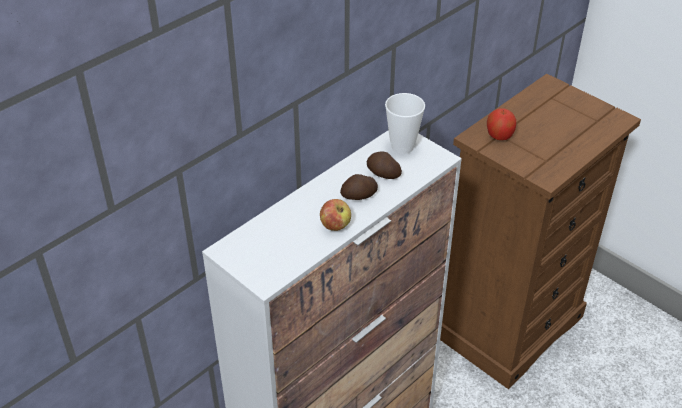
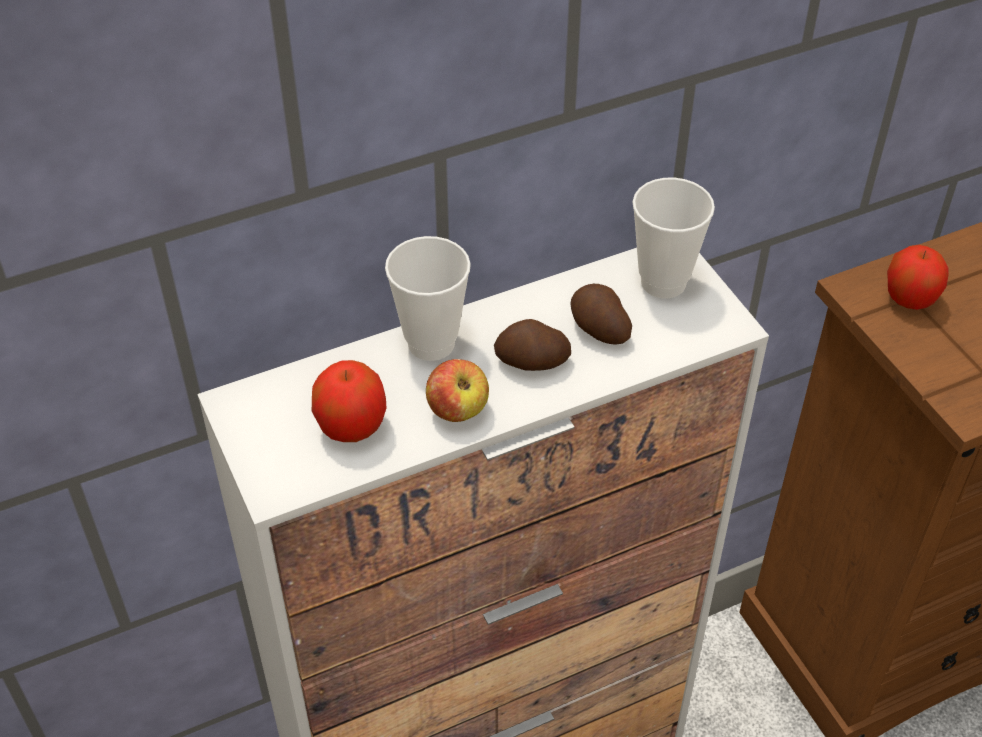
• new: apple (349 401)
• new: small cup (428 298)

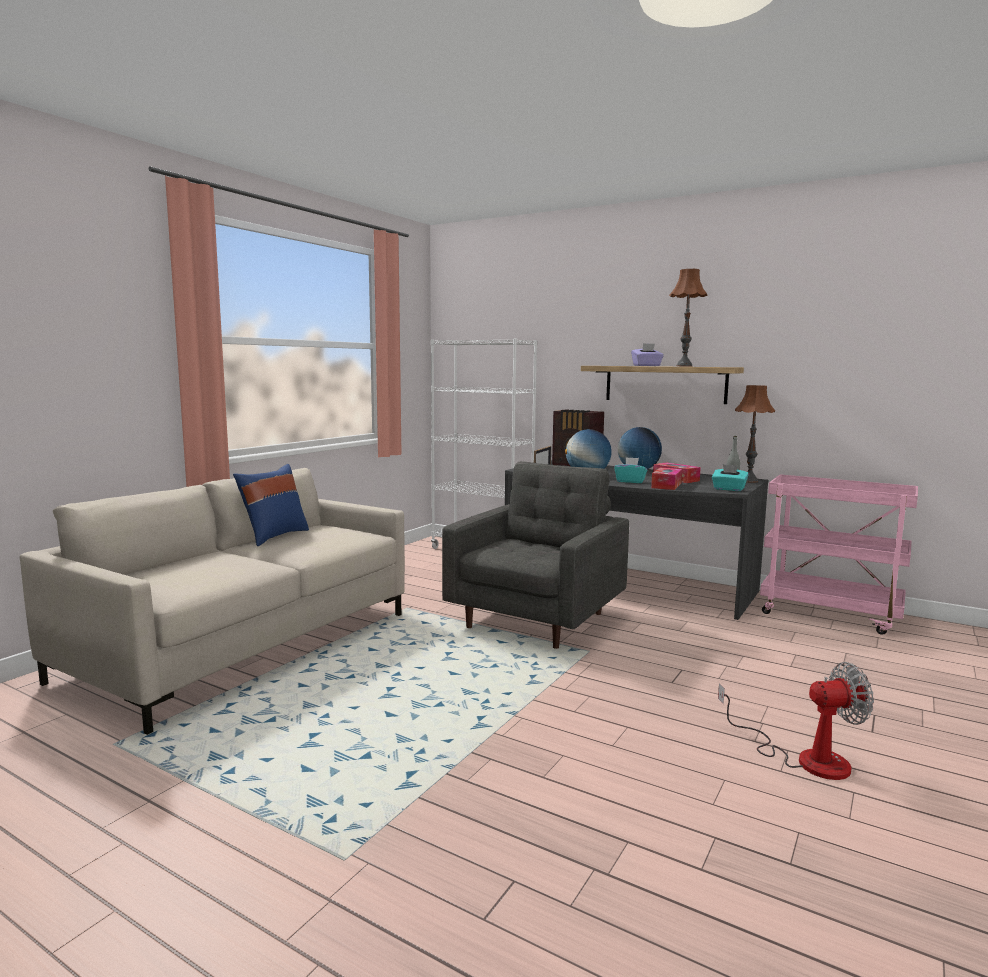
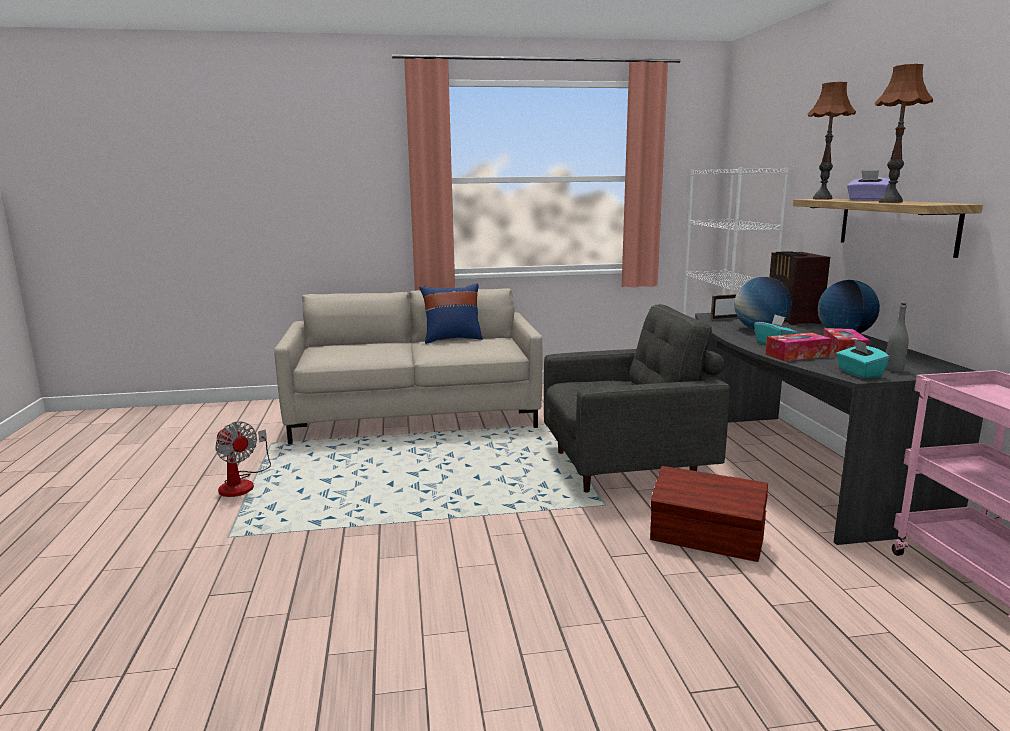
• new: storage container/brown (709 514)
• shifted: fan (796 721) to (243 459)
• shifted: table lamp/brown (755 434) to (832 140)

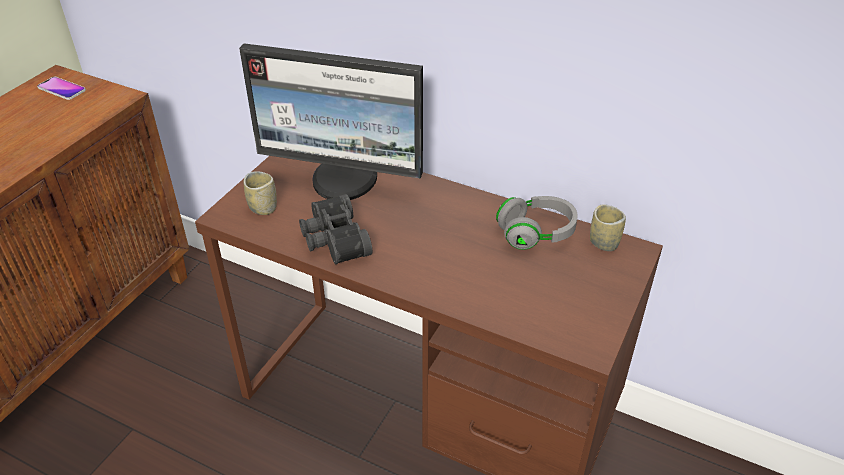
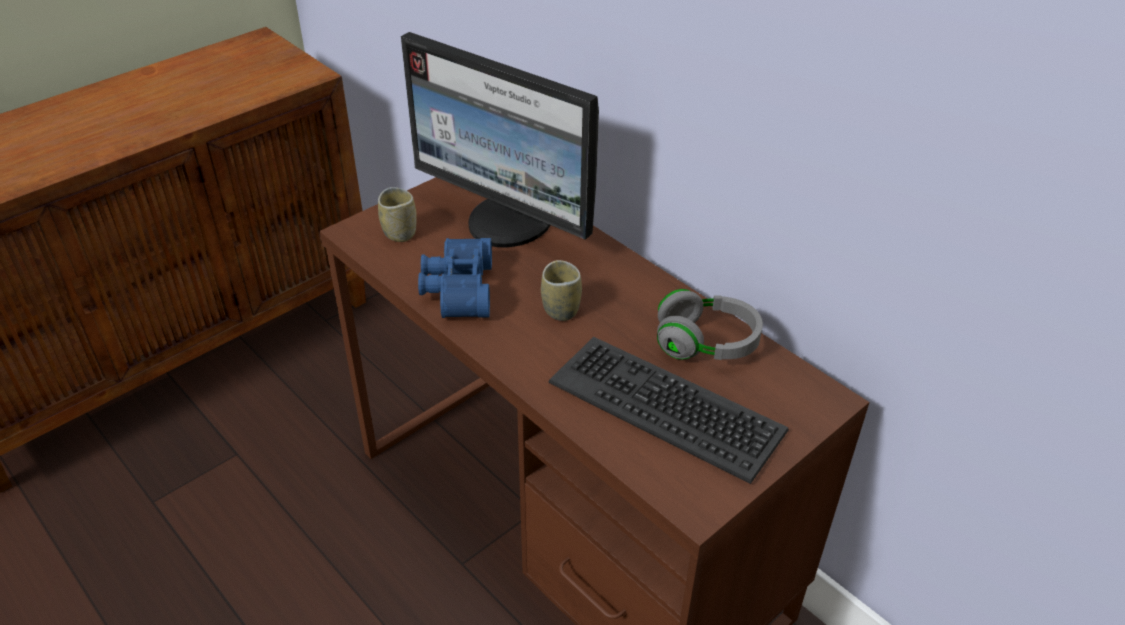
• gone: telephone (61 88)
• new: computer keyboard (668 410)
• shifted: small cup (608 227) to (561 290)
• repainted: binoculars/black-coloured (335 229) to binoculars/blue (455 278)

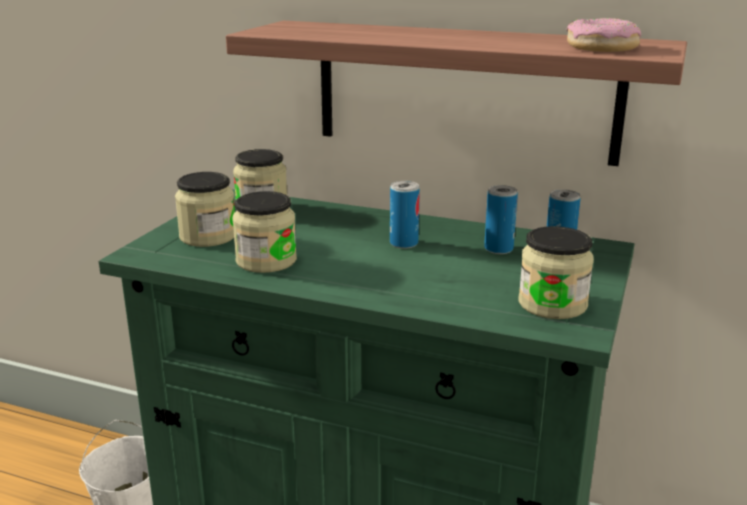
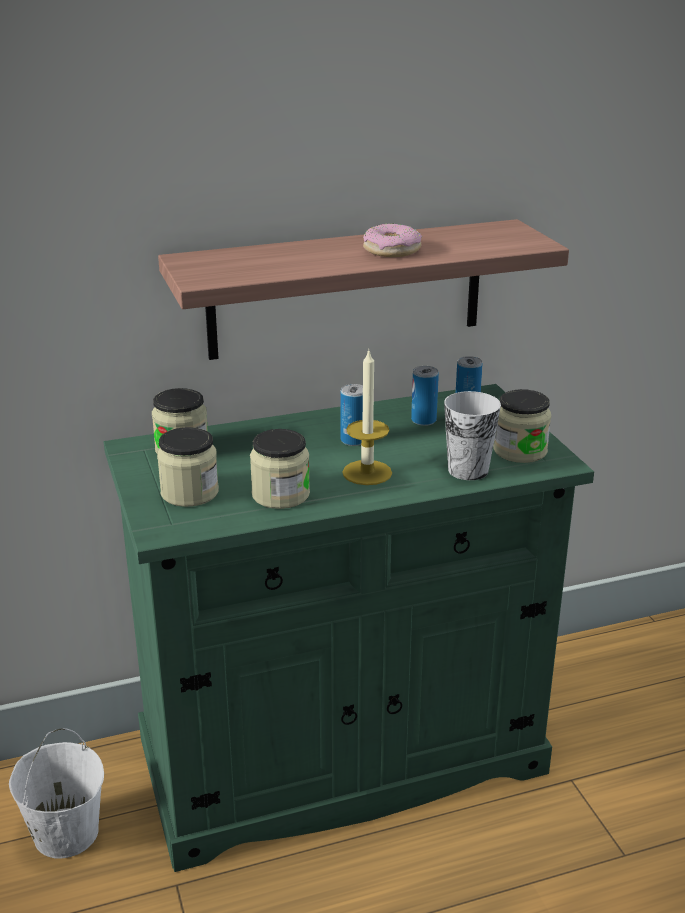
• new: wax light (367 416)
• new: small cup (472 435)
• shifted: ring doughnut (604 35) to (392 240)

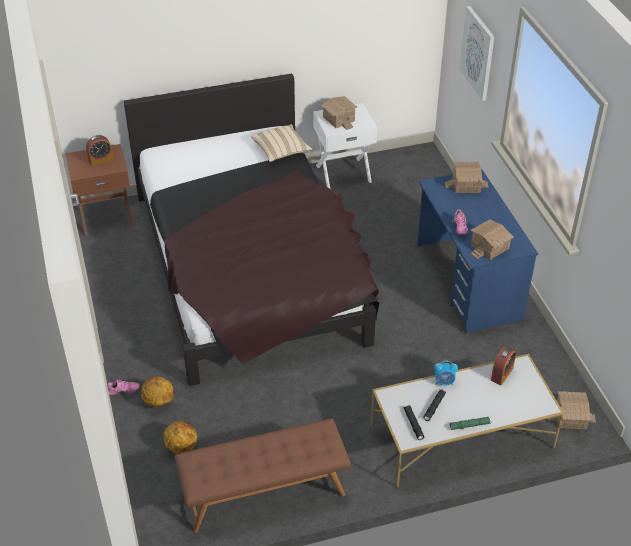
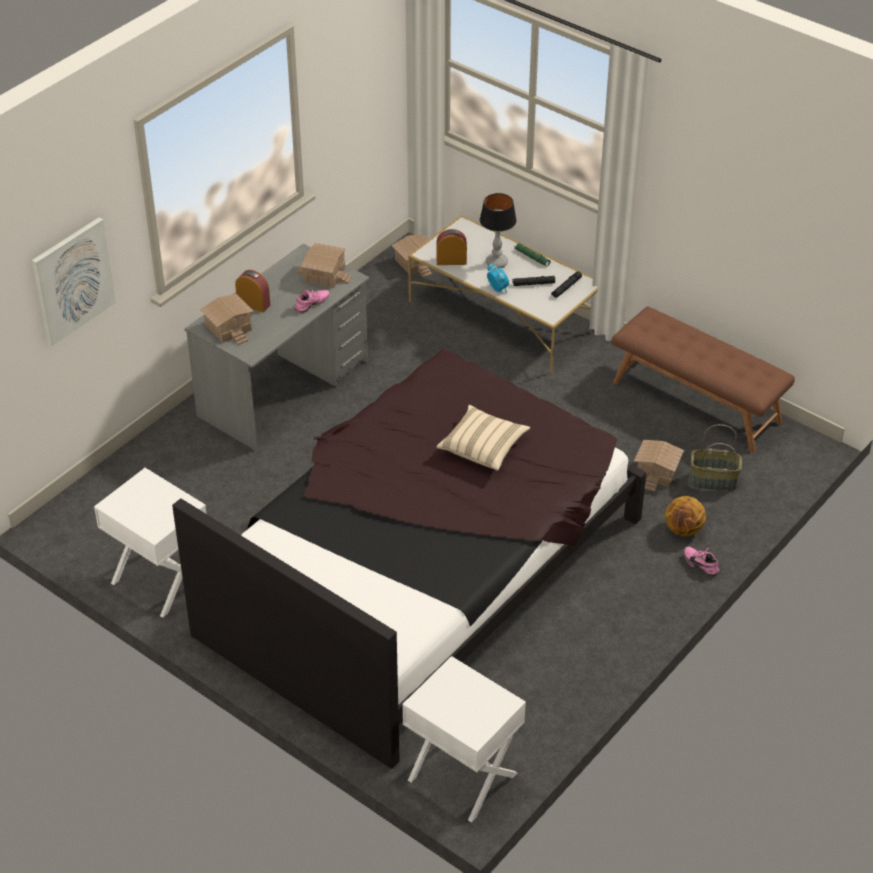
• new: table lamp (498 231)
• shifted: alarm clock (99 150) to (252 291)
• shifted: throw pillow/sand-coloured (281 143) to (483 438)
• shifted: toy house (339 113) to (659 466)
• swapped: basketball ball (180 437) to basket (715 457)
• repainted: bedside table/brown (99 190) to bedside table/whitish (464 739)
• repainted: desk unit/blue (477 251) to desk unit/grey (277 347)

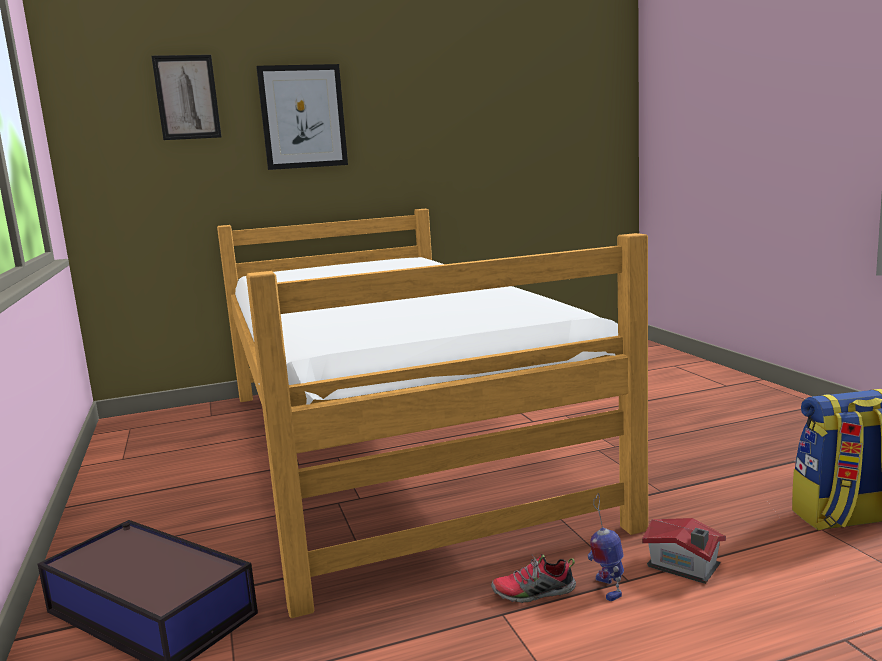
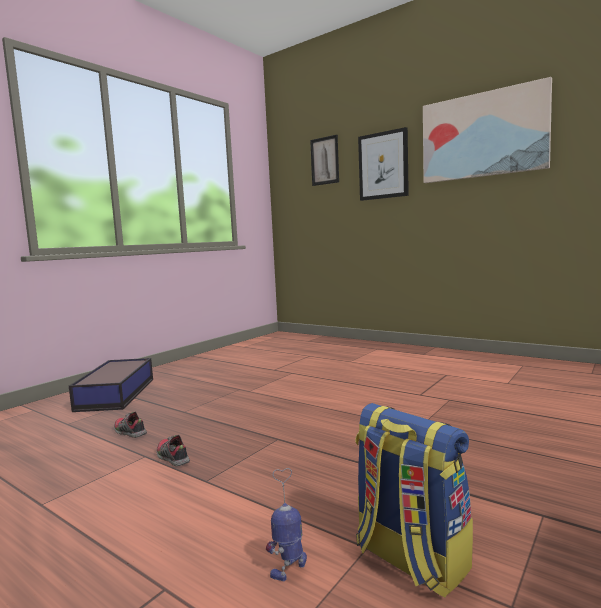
• gone: bedroom bed (432 413)
• gone: toy house (684 551)
• new: low shoe (130 425)
• new: picture (487 130)
• shifted: model robot (606 547) to (286 524)

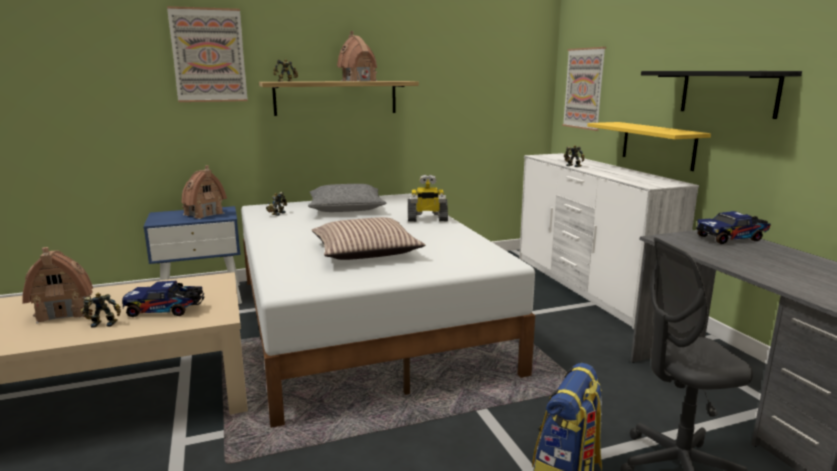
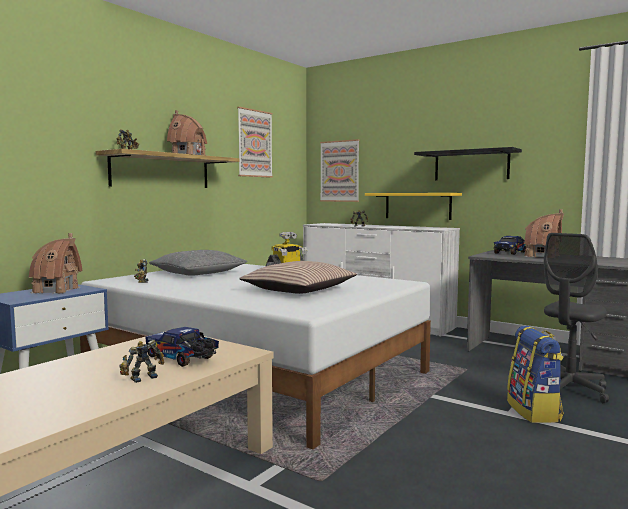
• shifted: toy house (57 285) to (544 233)
• shifted: picture (207 54) to (255 142)
• rotated: toy lorry (163 299) = (182 347) 75 degrees clockwise

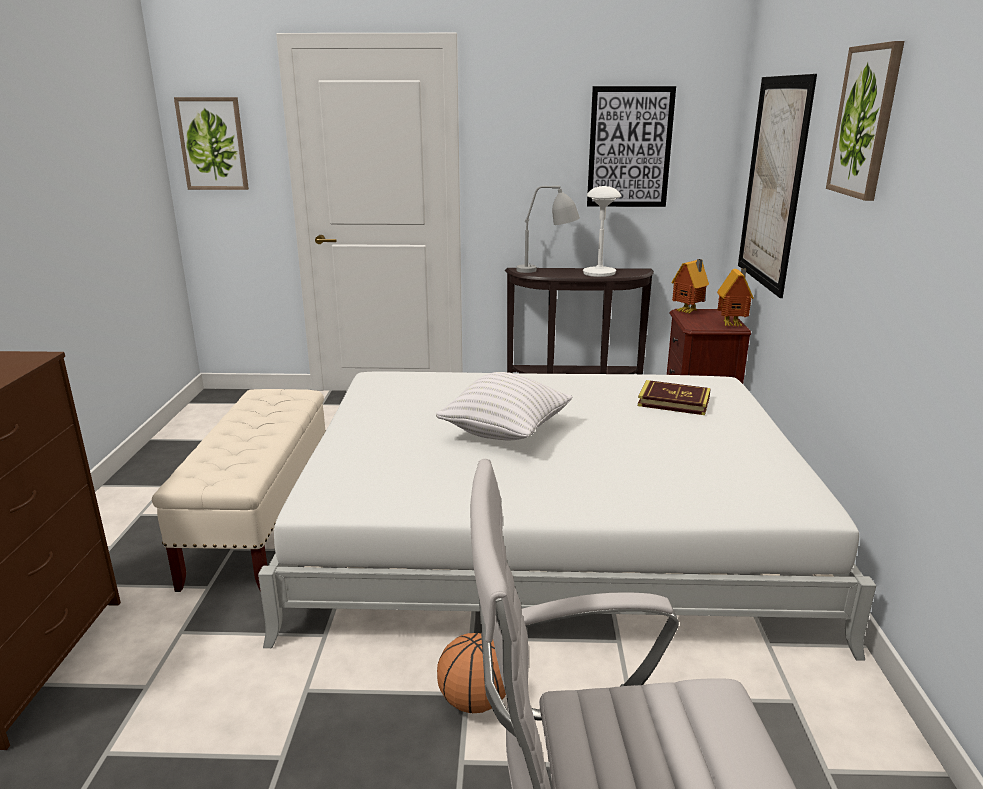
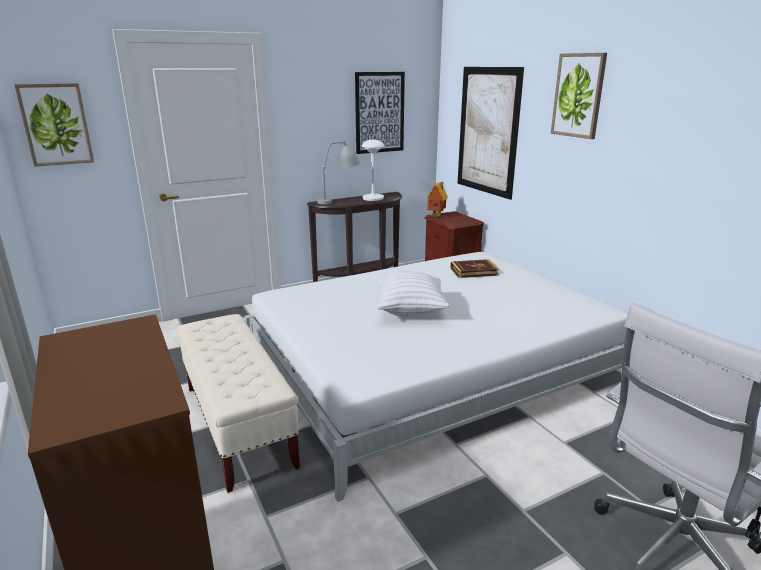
• gone: basketball ball (471 673)
• gone: toy house (735 297)

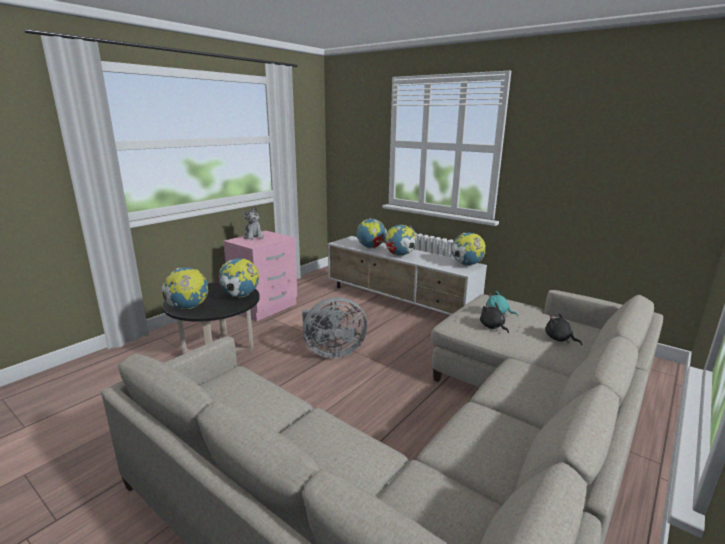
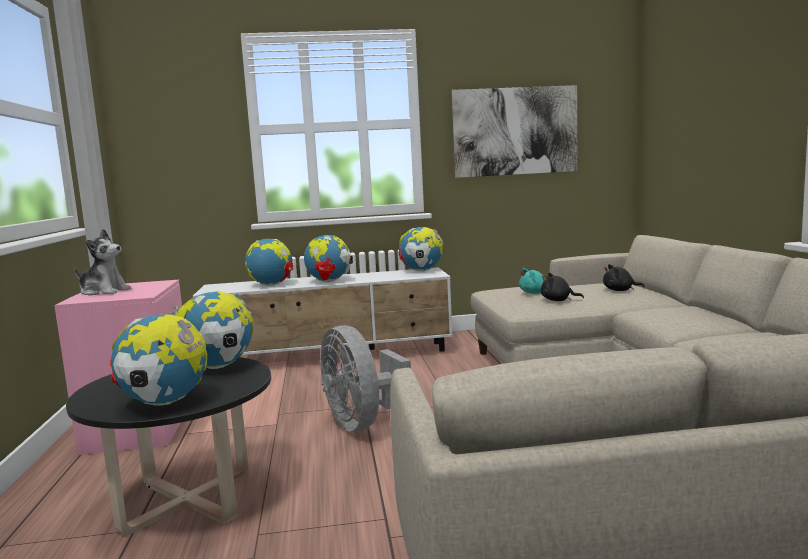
• new: picture (515 131)
• rotated: fan/grey (334 327) = (365 378) 120 degrees clockwise

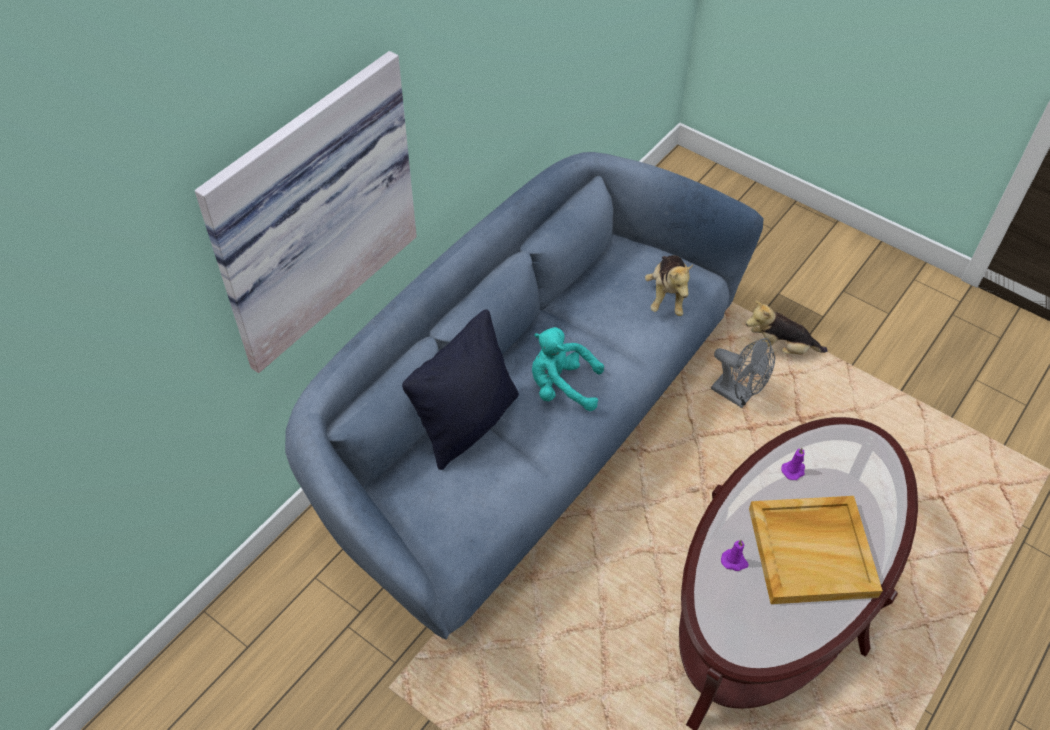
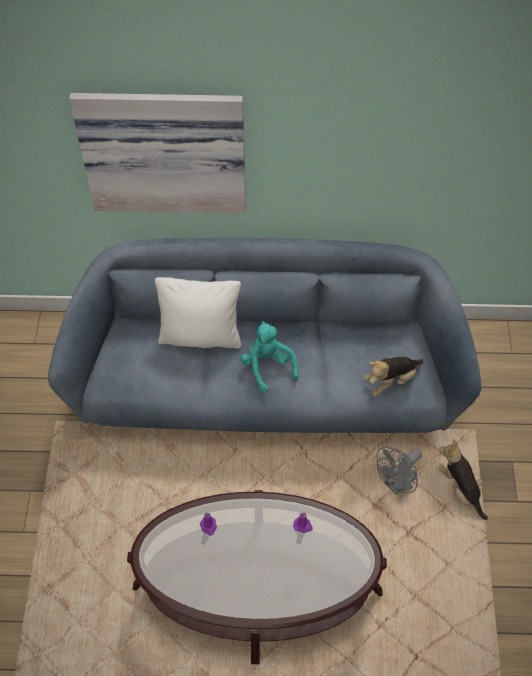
• gone: carrying tray/sand-coloured (816 550)
• repainted: throw pillow/black-coloured (460 390) to throw pillow/whitish (198 313)
• rotated: fan/grey (743 373) = (399 471) 45 degrees clockwise

